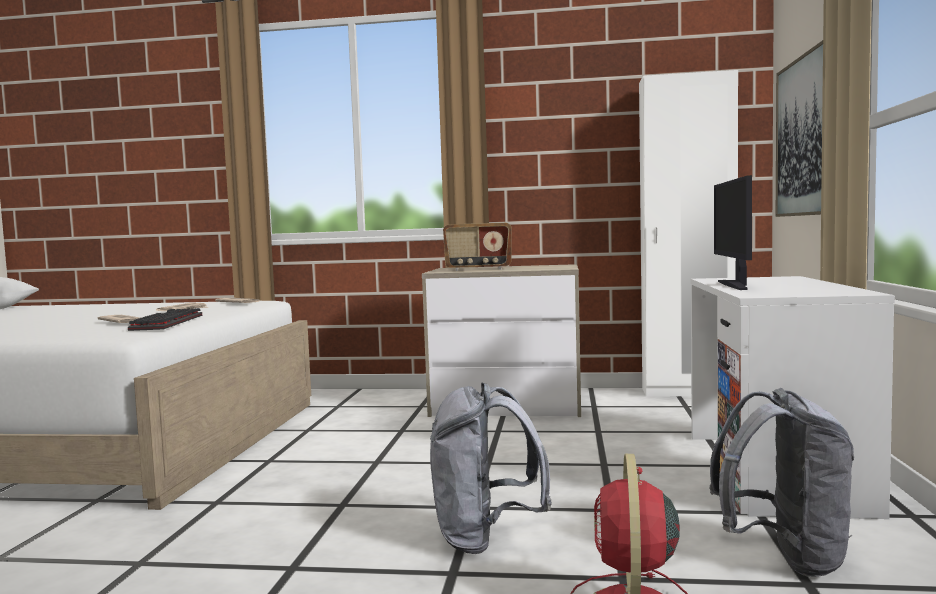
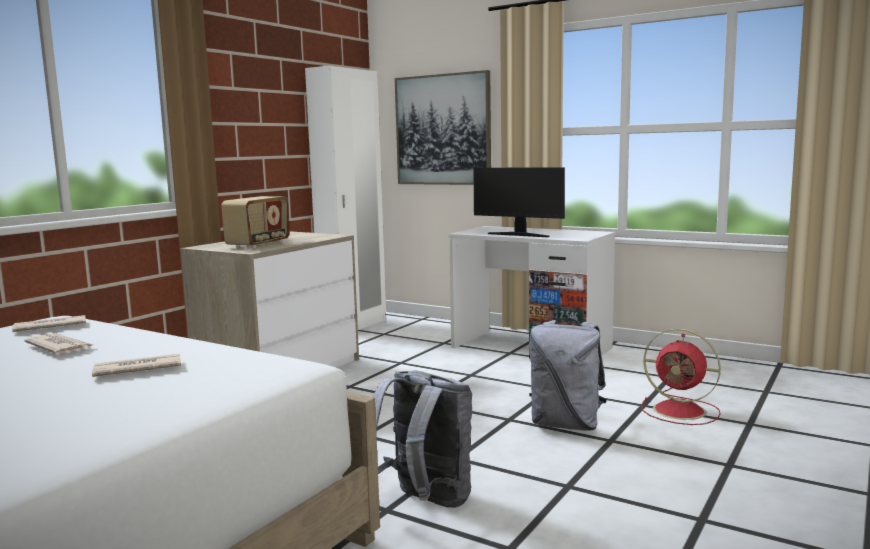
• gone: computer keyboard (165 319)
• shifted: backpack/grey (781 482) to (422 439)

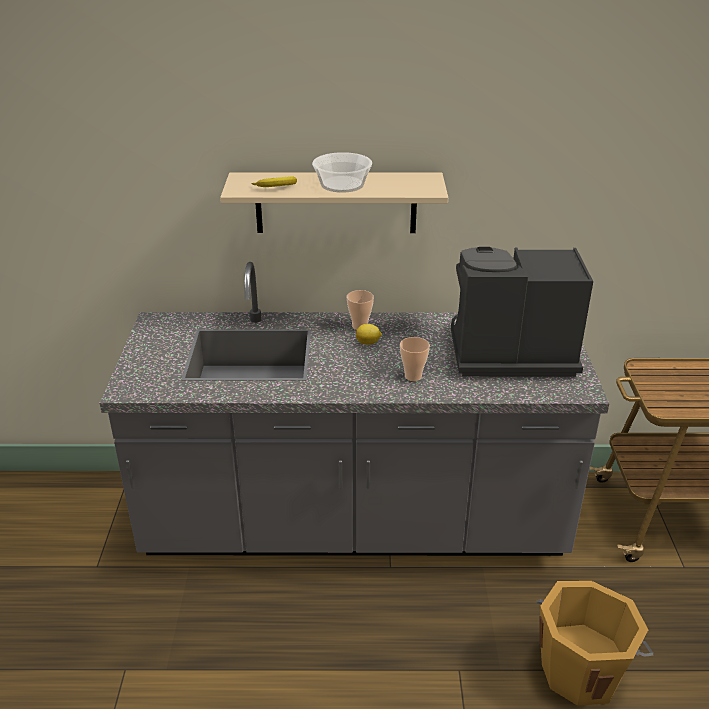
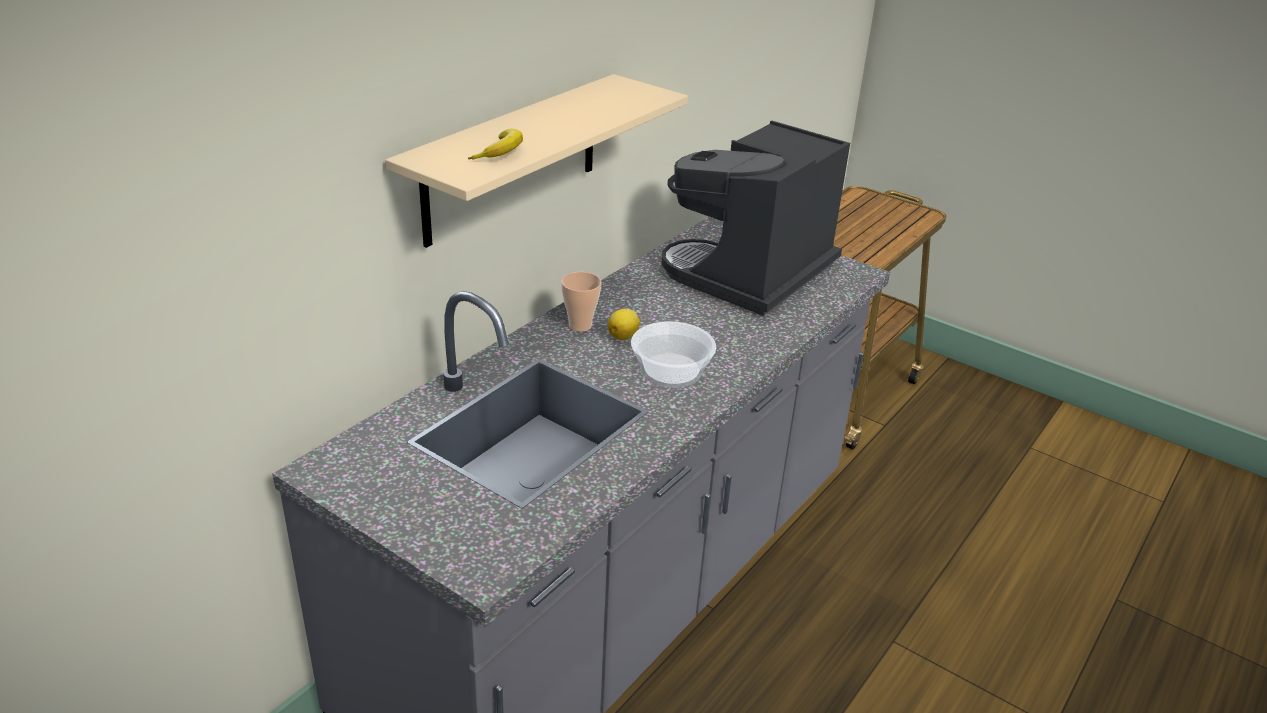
• gone: small cup (415 359)
• gone: bucket/orangey (594 643)
• shifted: bowl (342 172) to (673 354)

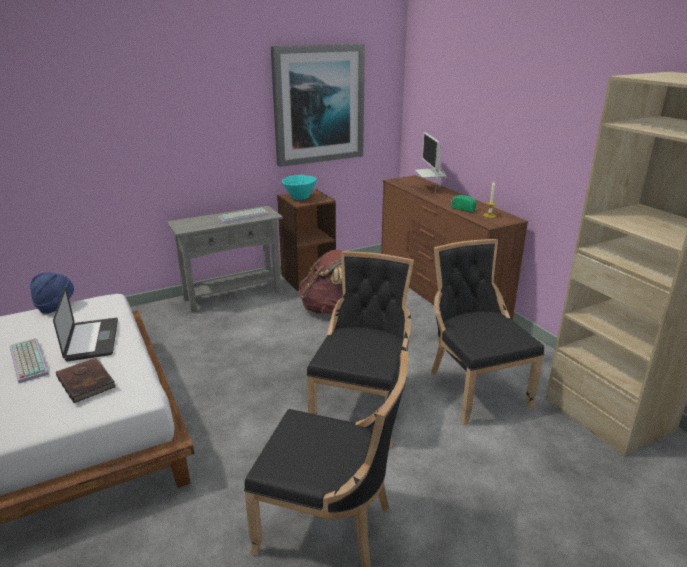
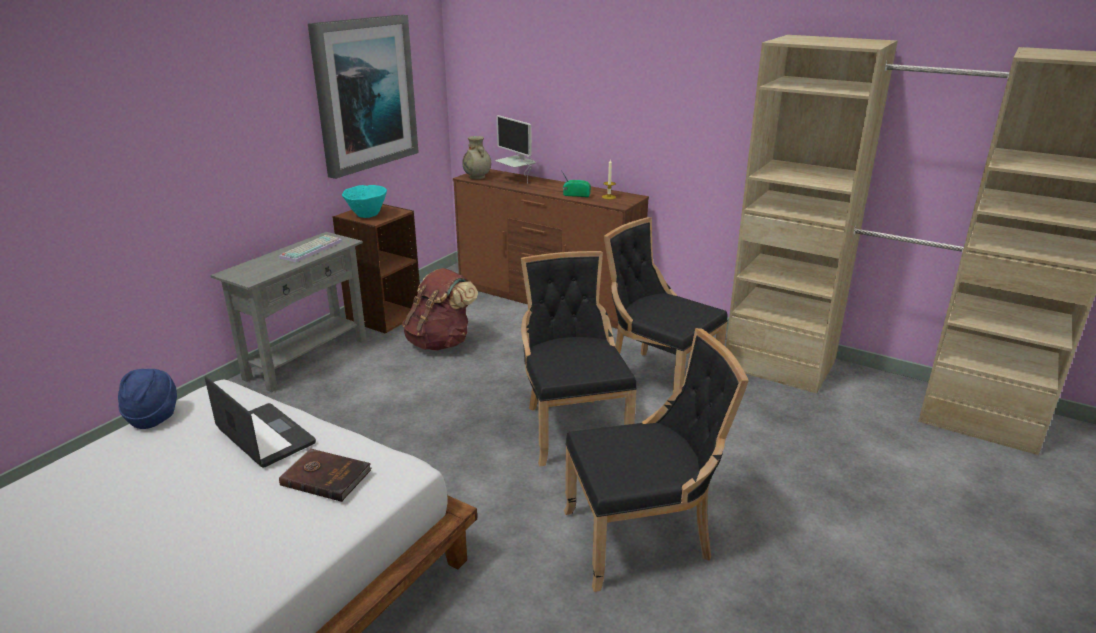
• gone: computer keyboard (29 360)
• new: vase/sand-coloured (476 157)

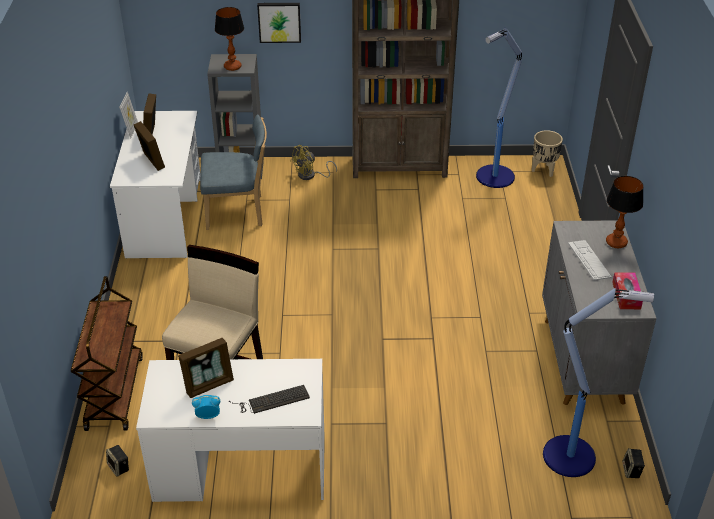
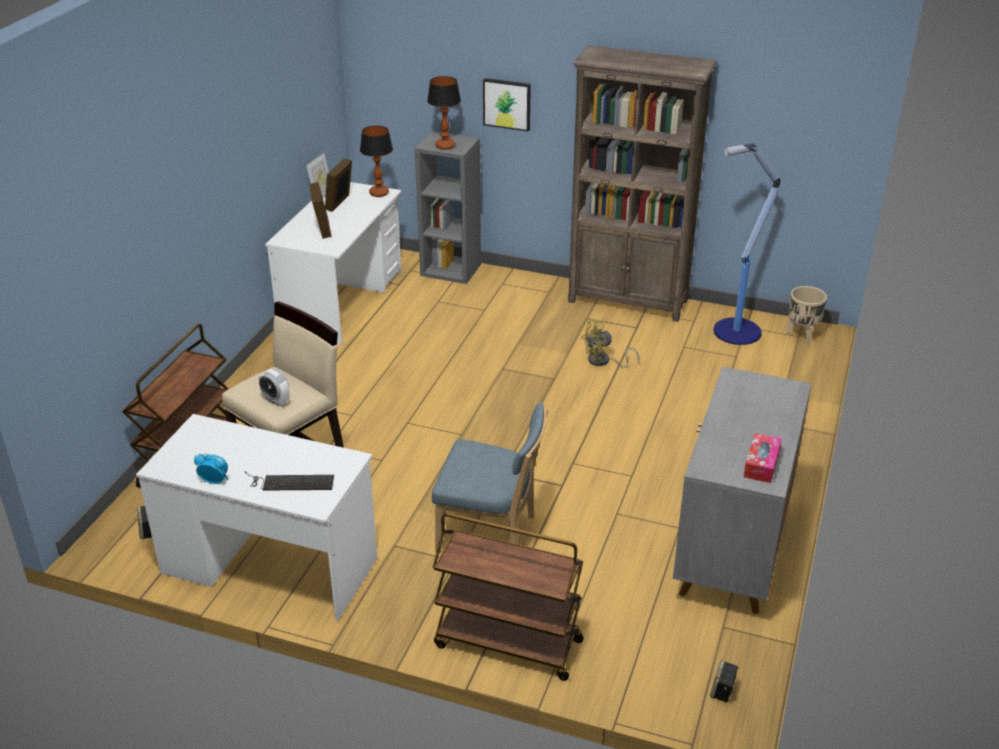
• gone: standing frame (206 368)
• gone: floor lamp (598 382)
• gone: computer keyboard (590 260)
• new: alarm clock (274 387)
• new: cart/brown (508 597)
• shifted: plain chair/blue (233 172) to (490 477)
• shifted: fan/yellow (313 162) to (610 344)
• shifted: table lamp (625 212) to (376 161)

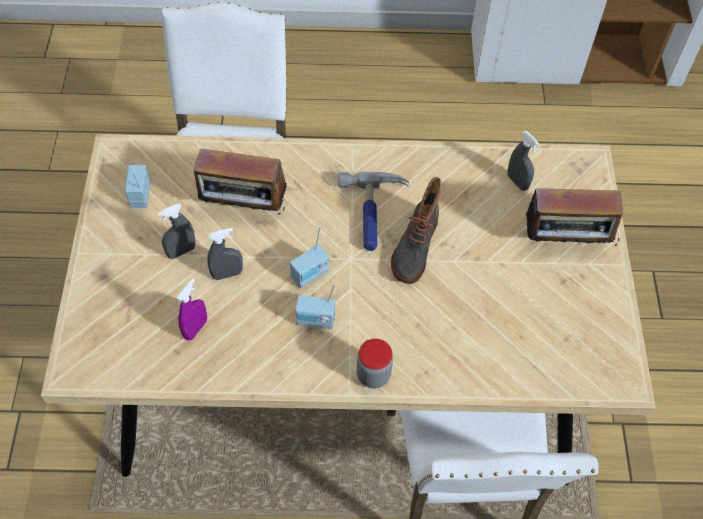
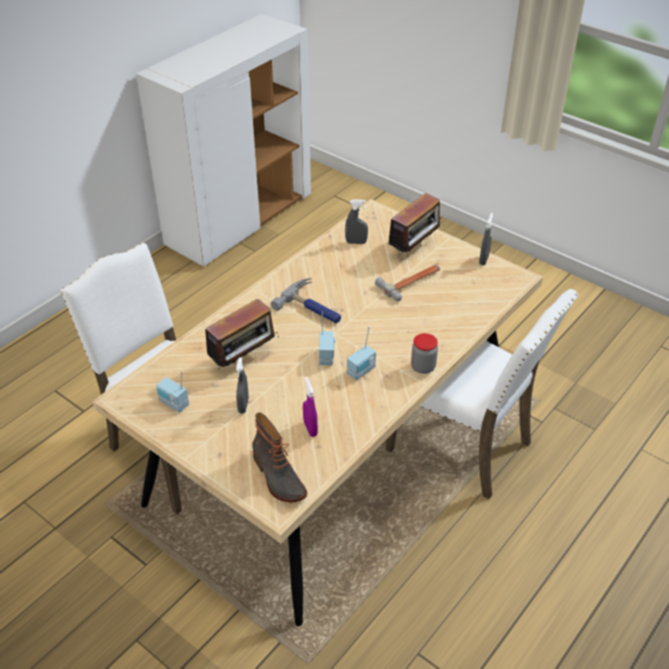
• new: tool hammer (407 283)
• shifted: sprayer/grey (225 254) to (486 238)
• shifted: boot (416 230) to (279 457)

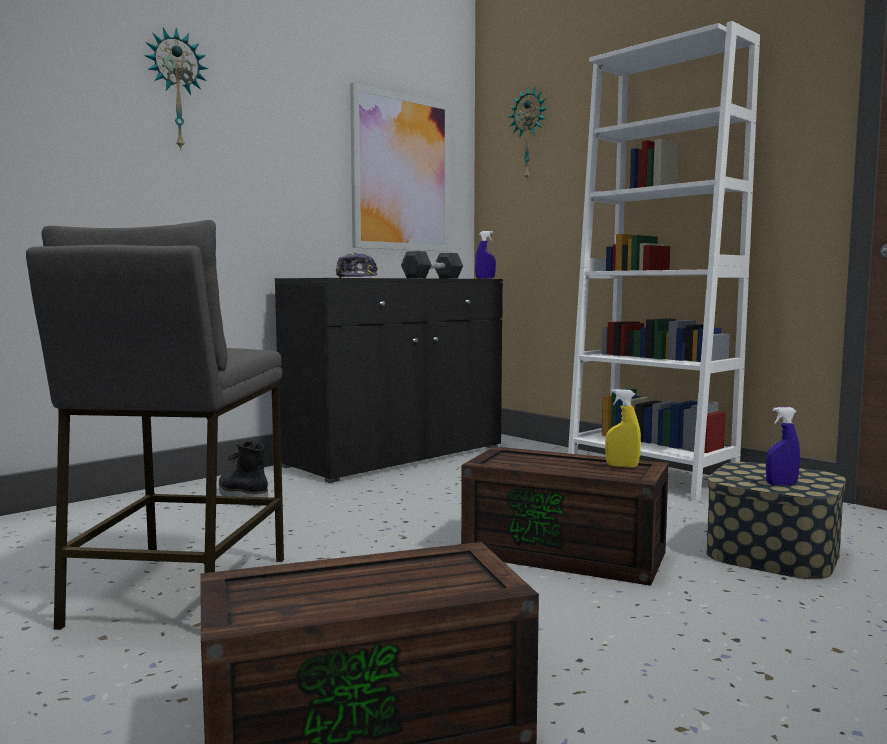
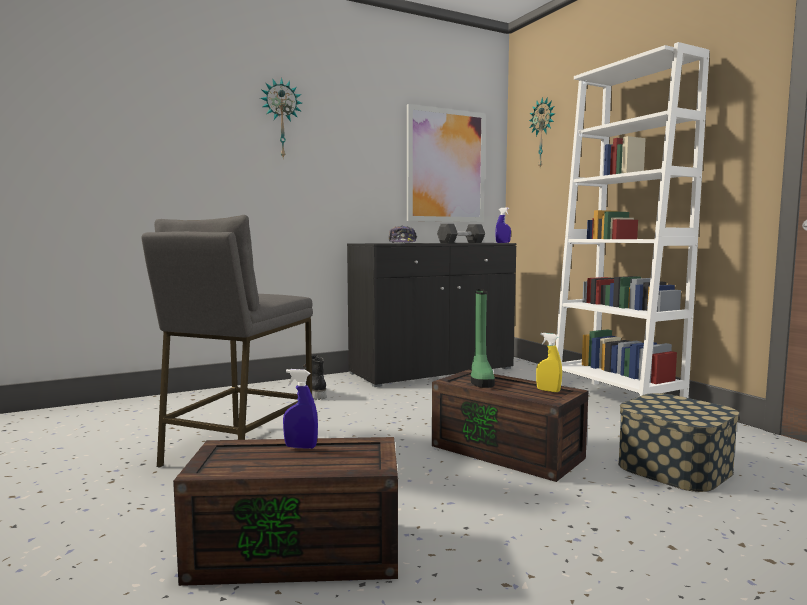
• new: boot/green (483 338)
• shifted: sprayer/blue (783 446) to (300 409)

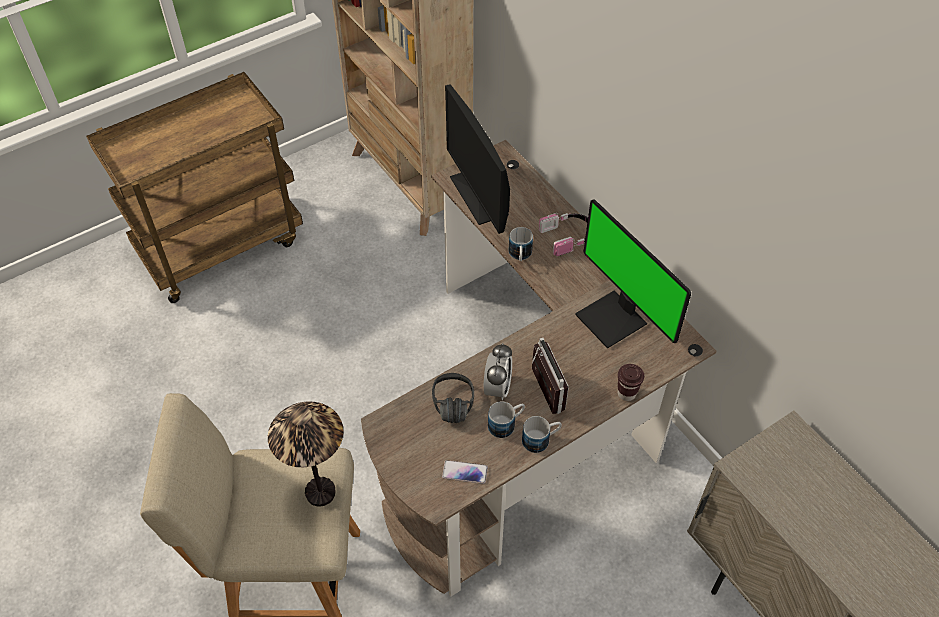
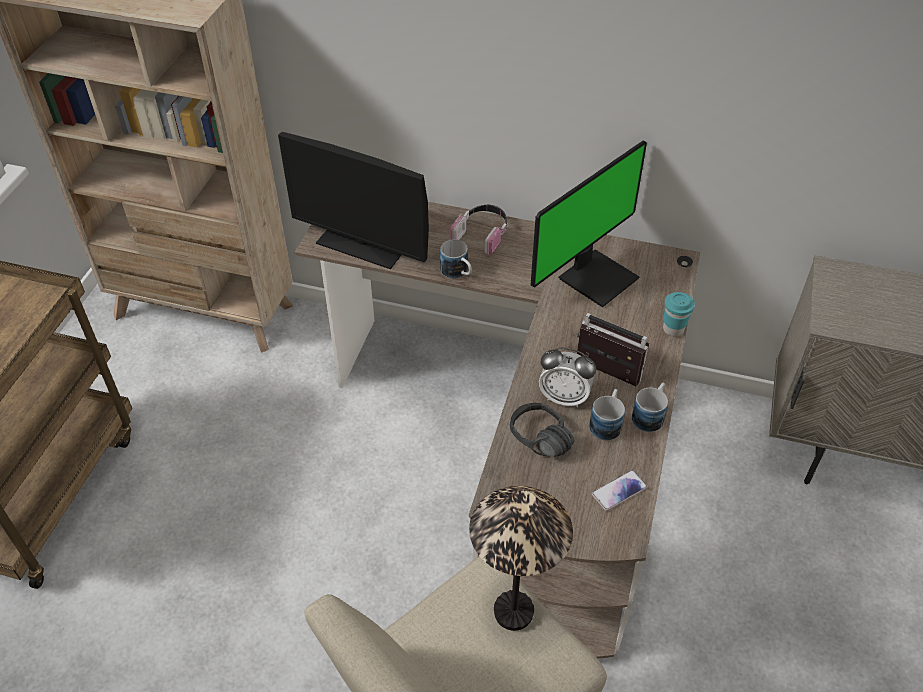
• repainted: small cup/brown (631 382) to small cup/turquoise-coloured (679 314)
• rotated: alarm clock (498 371) = (567 377) 135 degrees clockwise
• rotated: computer display (633 274) = (589 224) 60 degrees counterclockwise

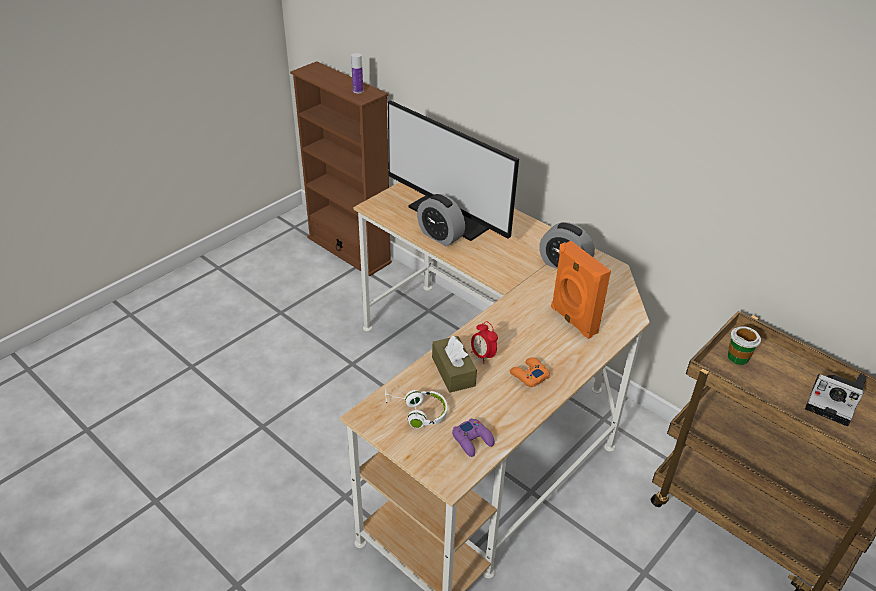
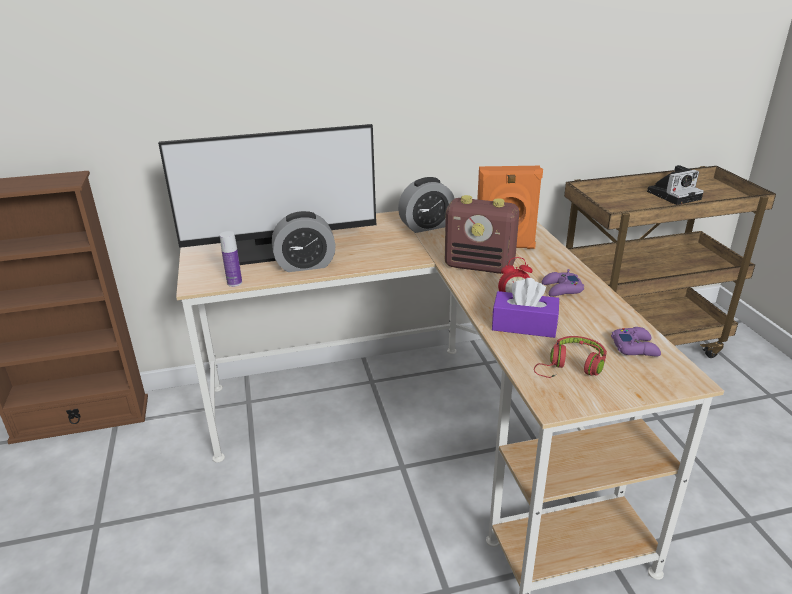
• gone: small cup (744 345)
• new: radio set (482 234)
• shifted: bottle (357 73) to (231 259)
• repainted: headset/whitish (416 408) to headset/red-coloured (570 357)
• repainted: box of tissues/brown (454 364) to box of tissues/purple (525 308)
• repainted: gamepad/orangey (530 372) to gamepad/purple (563 283)

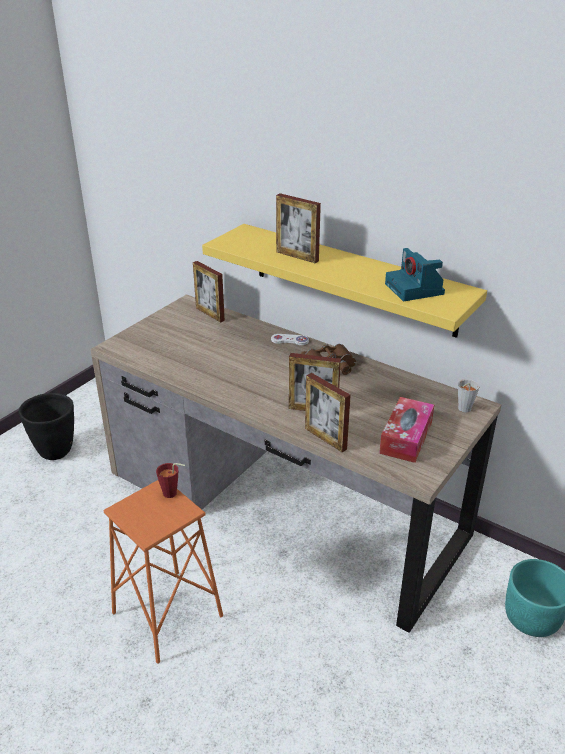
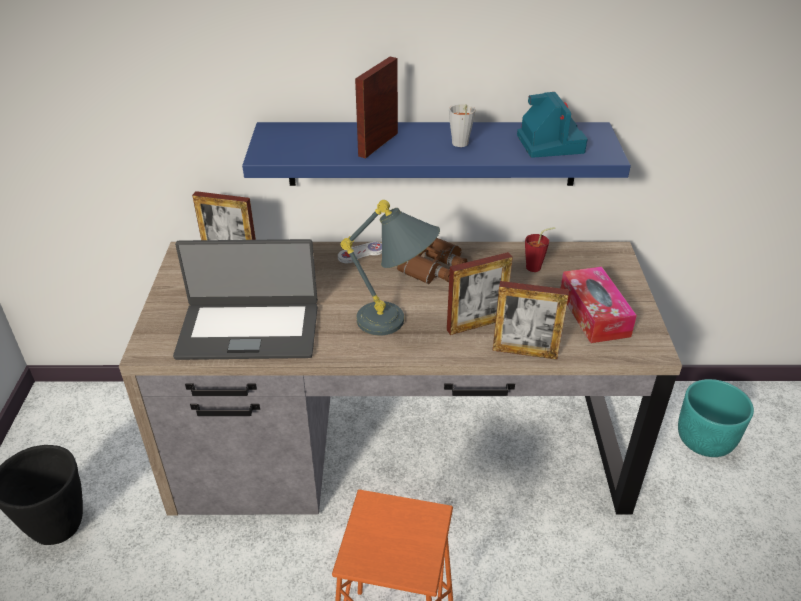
• new: laptop (245 299)
• new: table lamp/grey (390 267)
• shifted: small cup/red-coloured (170 480) to (540 249)
• shifted: small cup/grey (469 395) to (462 125)
• repainted: bracket shelf/yellow (344 281) to bracket shelf/blue (436 154)
• rotated: standing frame (298 228) = (376 108) 120 degrees clockwise
• rotated: still camera (415 274) = (552 125) 135 degrees counterclockwise

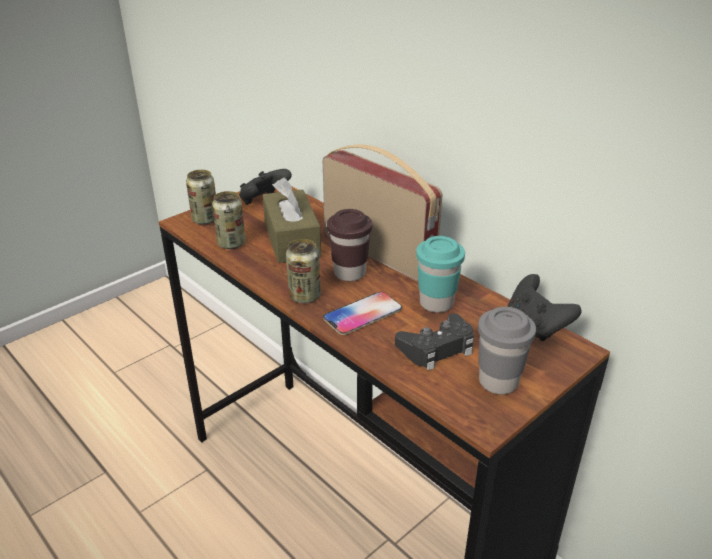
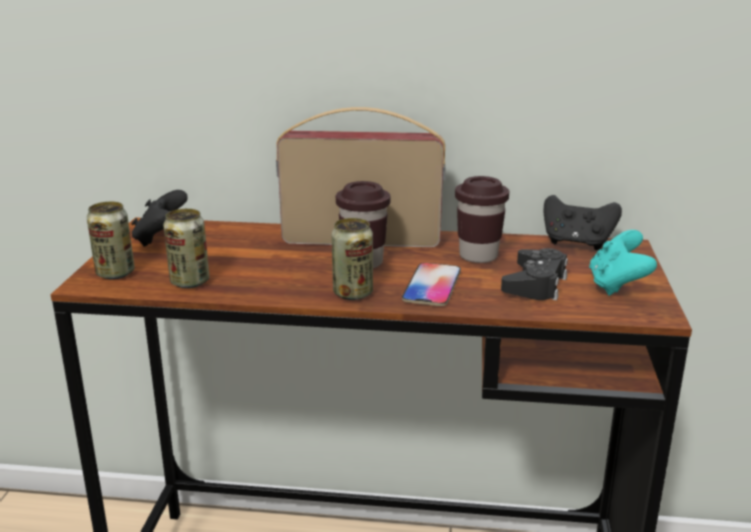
• gone: box of tissues/brown (292 220)
• swapped: small cup/grey (507 350) to gamepad/turquoise-coloured (623 263)
• repainted: small cup/turquoise-coloured (440 274) to small cup/brown (482 219)

